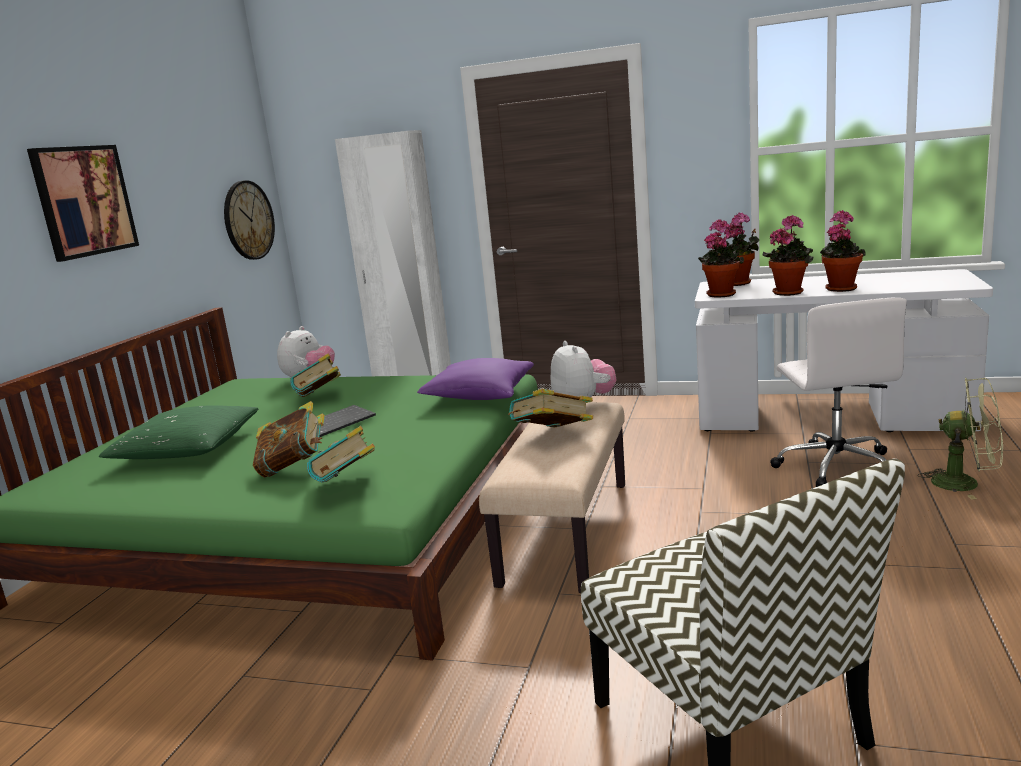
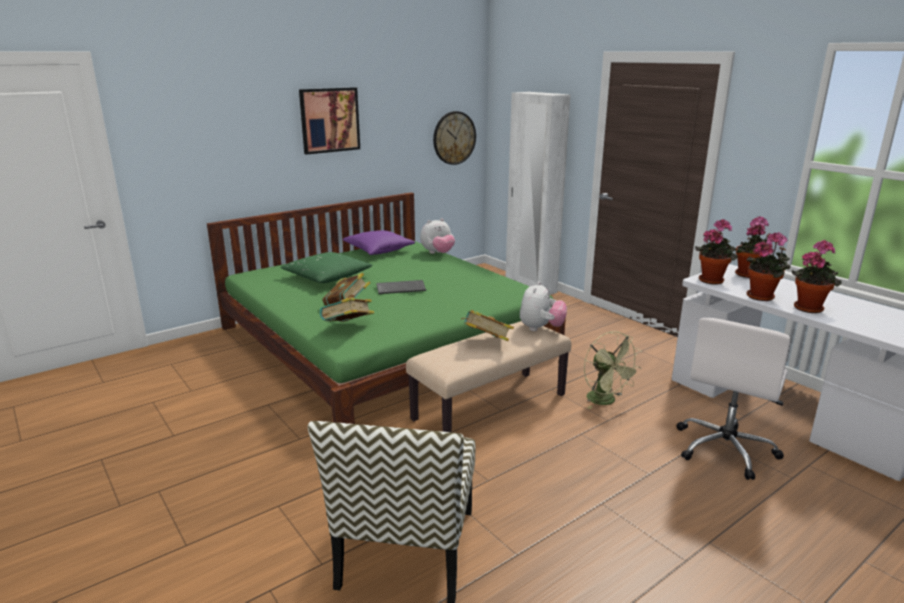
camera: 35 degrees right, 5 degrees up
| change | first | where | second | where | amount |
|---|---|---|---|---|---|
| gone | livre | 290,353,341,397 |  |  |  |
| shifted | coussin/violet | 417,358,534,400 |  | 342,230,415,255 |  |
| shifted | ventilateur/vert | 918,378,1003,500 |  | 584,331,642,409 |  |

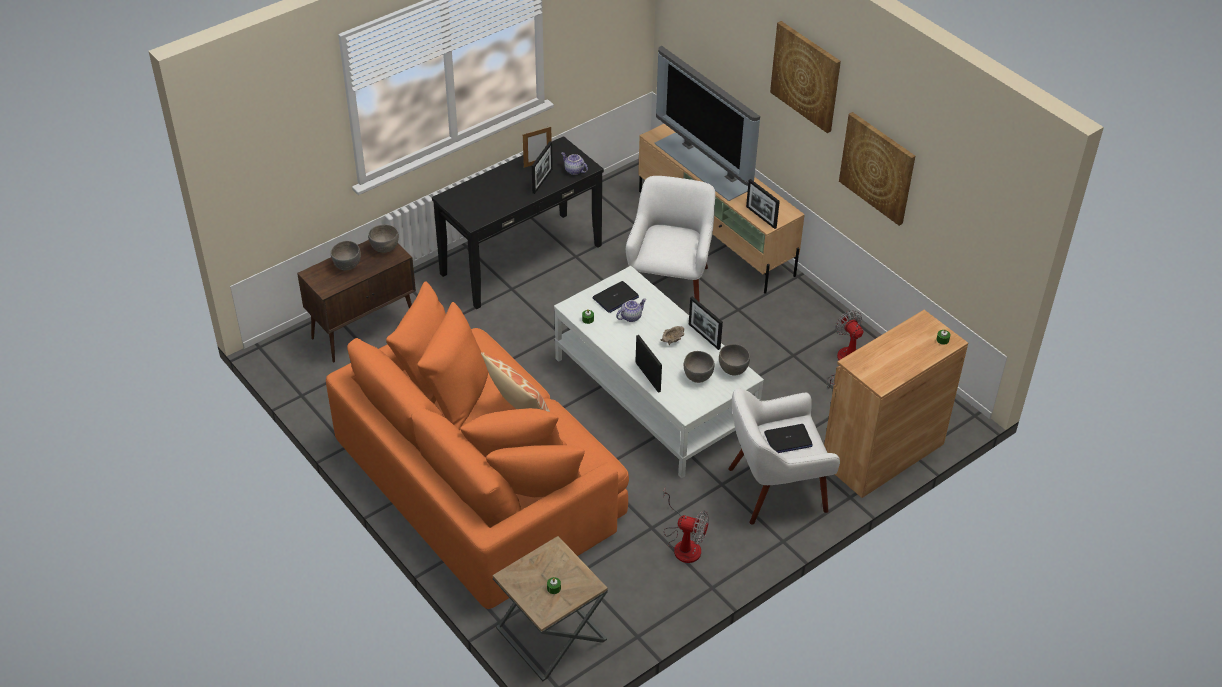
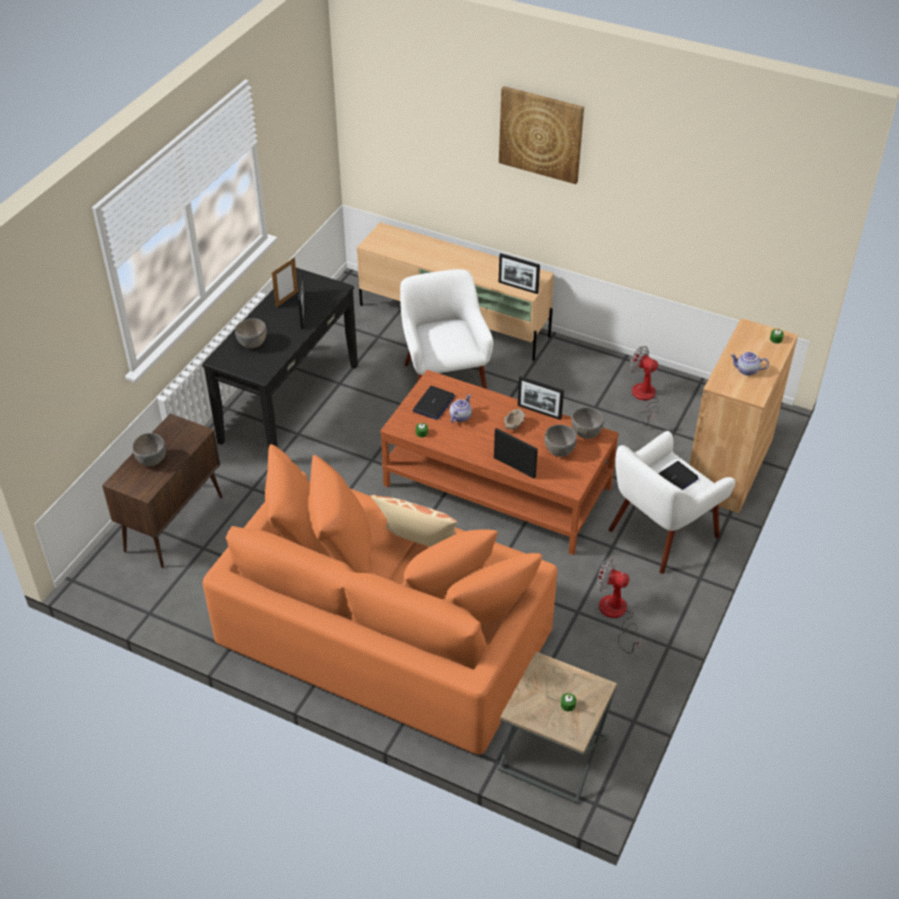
camera: 25 degrees left, 0 degrees up
| change | first | where | second | where | amount |
|---|---|---|---|---|---|
| shifted | bol/gris | 368,224,399,253 |  | 235,319,267,348 |  |
| repainted | table basse/blanc | 554,266,764,478 | table basse/marron | 380,370,619,555 |  |
| shifted | théière | 561,152,588,175 |  | 730,352,769,376 |  |
| gone | téléviseur | 654,46,760,201 |  |  |  |
| rotated | ventilateur | 663,486,709,563 |  | 597,558,642,654 | 150 degrees counterclockwise |
| gone | tableau | 839,112,915,226 |  |  |  |

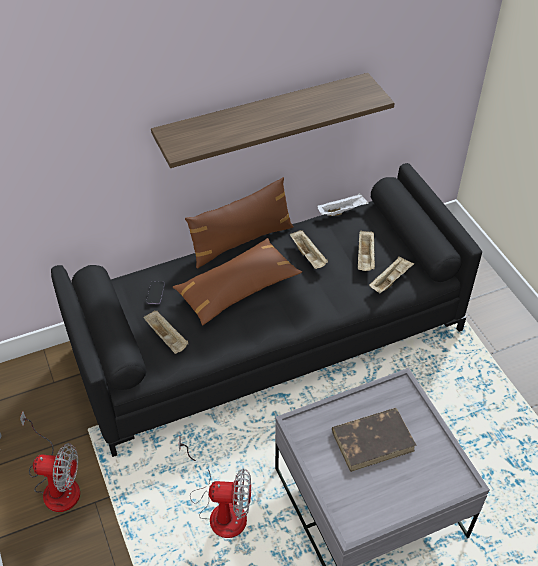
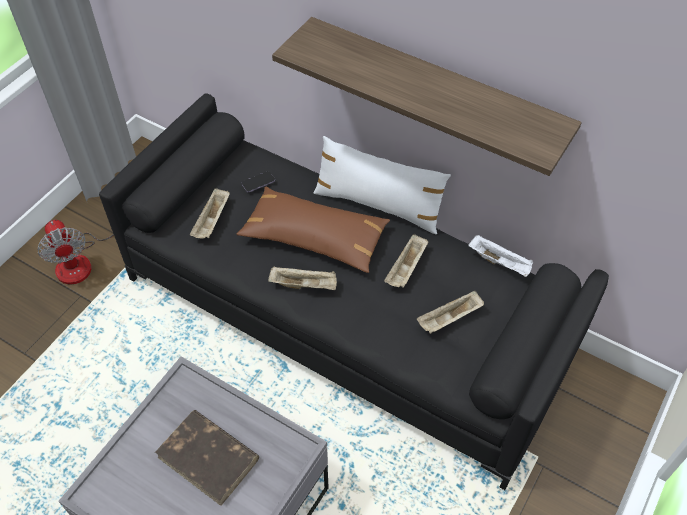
camera: 55 degrees right, 5 degrees up
| change | first | where | second | where | amount |
|---|---|---|---|---|---|
| gone | ventilateur | 178,437,251,538 |  |  |  |
| repainted | coussin/marron | 185,177,294,268 | coussin/blanc | 314,136,451,234 |  |
| shifted | plateau/beige | 369,256,414,293 |  | 268,266,337,290 |  |

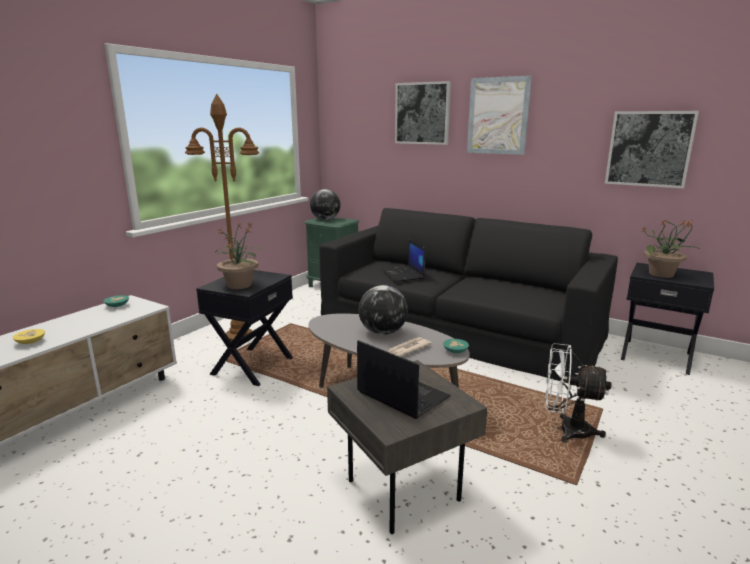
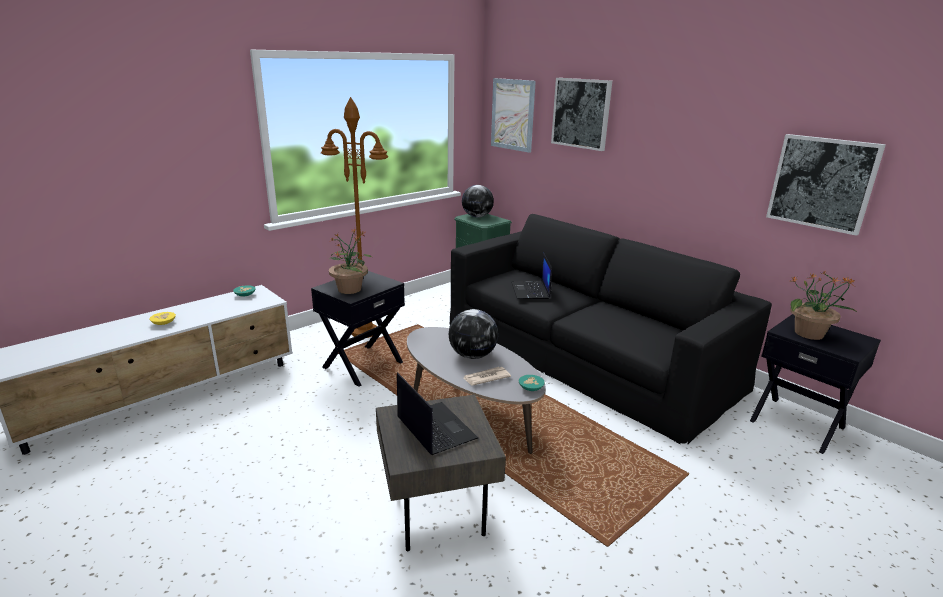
camera: 15 degrees right, 5 degrees up
| change | first | where | second | where | amount |
|---|---|---|---|---|---|
| shifted | tableau | 467,76,532,155 |  | 491,78,536,153 |  |
| gone | ventilateur/blanc | 545,343,612,443 |  |  |  |

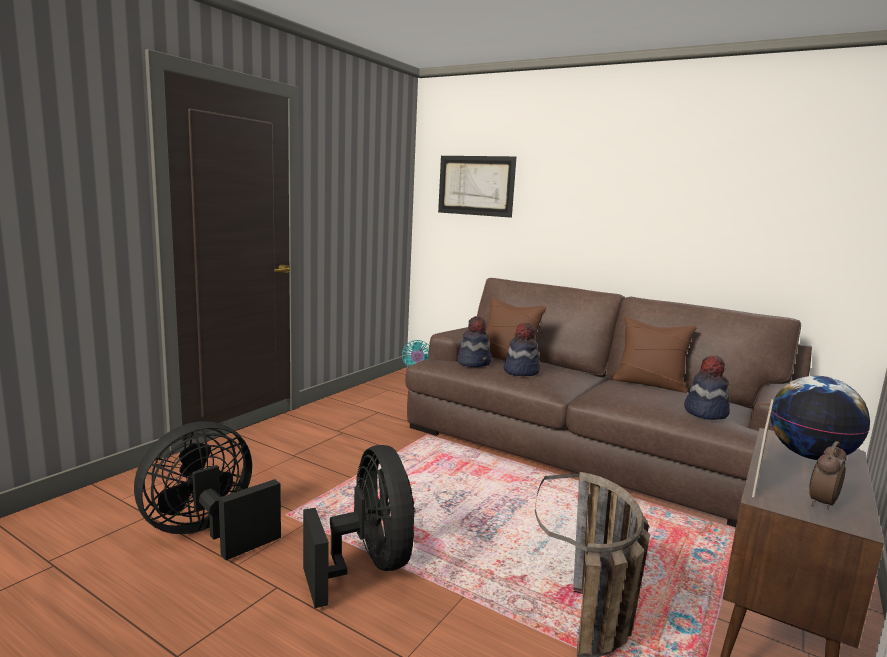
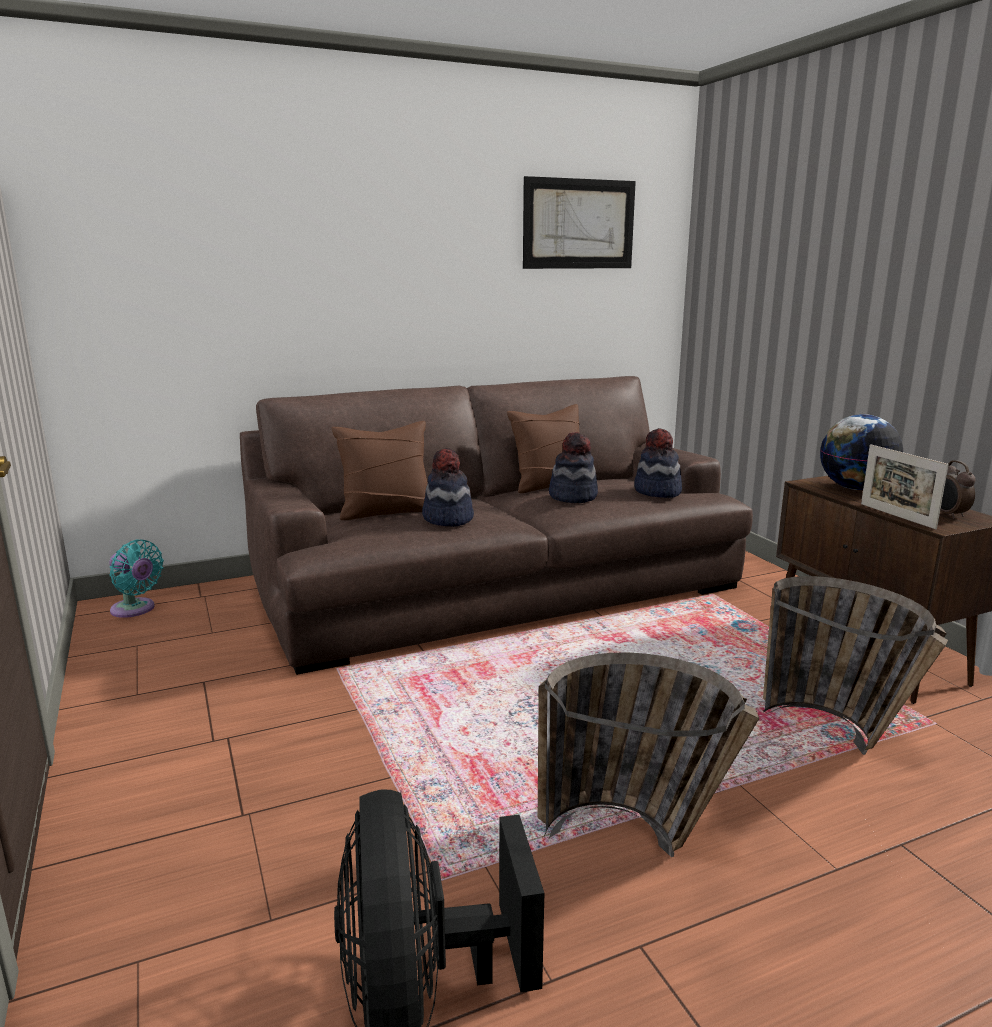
camera: 55 degrees left, 5 degrees up
| change | first | where | second | where | amount |
|---|---|---|---|---|---|
| swapped | ventilateur/noir | 303,445,415,608 | panier | 538,652,759,857 |  |
| shifted | tableau | 438,156,516,218 |  | 523,176,636,269 |  |
| shifted | chapeau | 457,316,492,367 |  | 549,432,598,503 |  |

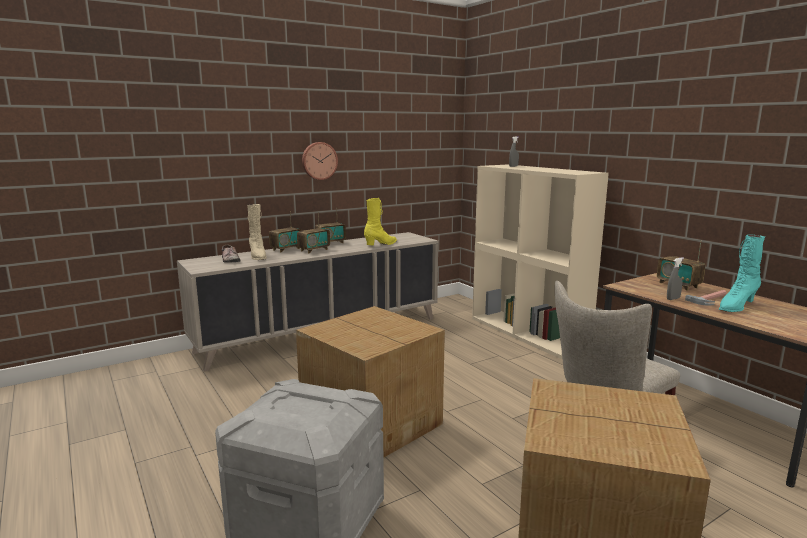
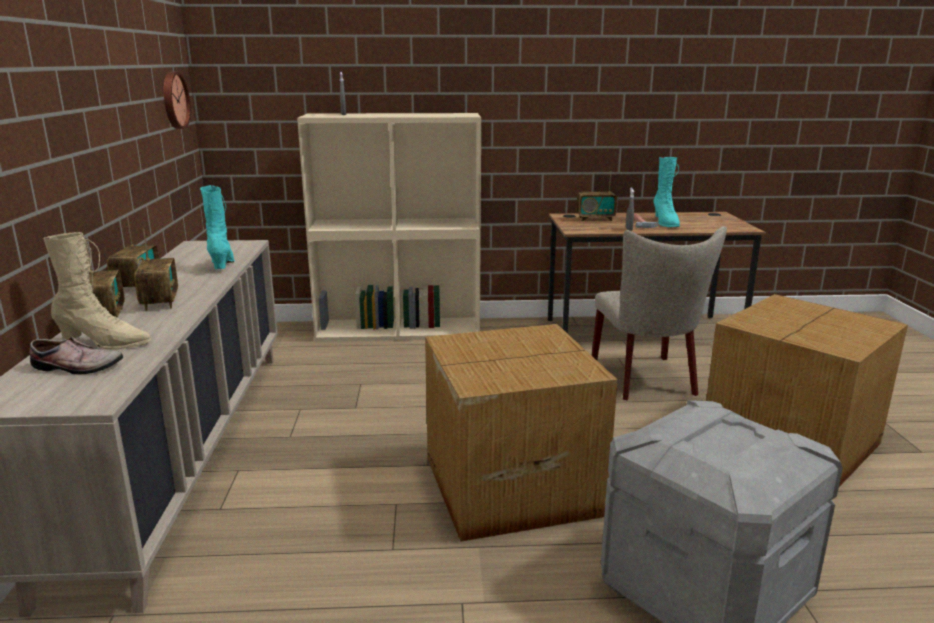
camera: 60 degrees left, 5 degrees up
| change | first | where | second | where | amount |
|---|---|---|---|---|---|
| shifted | horloge murale | 302,142,338,180 |  | 164,72,191,129 |  |
| repainted | botte/jaune | 364,198,397,245 | botte/turquoise | 200,185,235,269 |  |

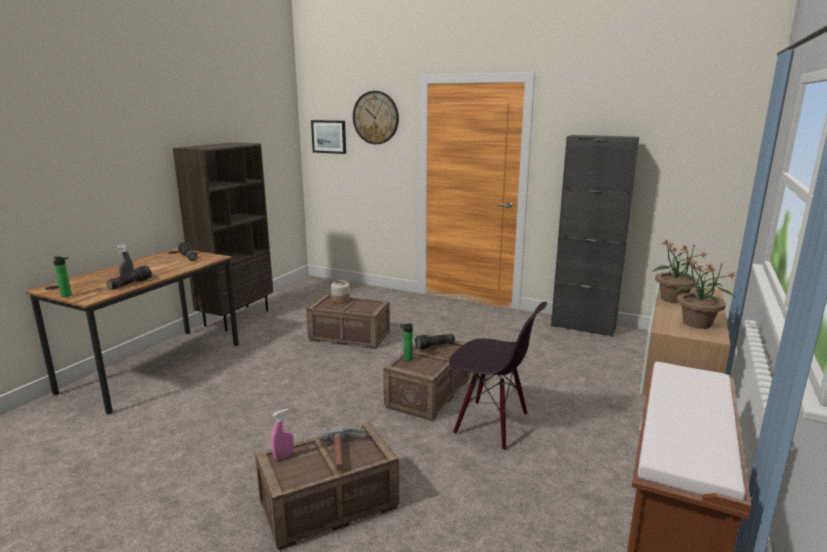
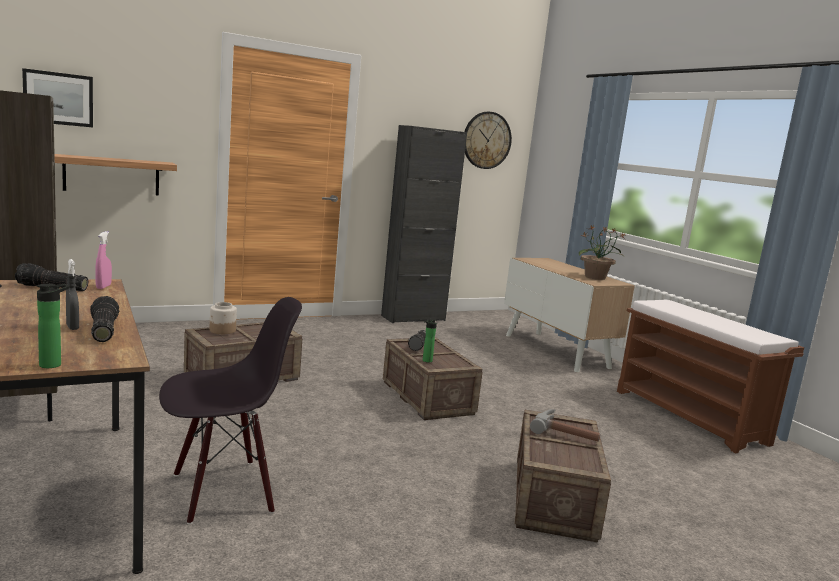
camera: 55 degrees left, 5 degrees down
| change | first | where | second | where | amount |
|---|---|---|---|---|---|
| shifted | vaporisateur/rose | 271,408,294,460 |  | 95,231,112,289 |  |
| shifted | horloge murale | 353,91,399,144 |  | 464,112,512,169 |  |
| shifted | chaise/noir | 449,301,547,451 |  | 159,297,302,524 |  |
| gone | plante en pot | 652,240,708,303 |  |  |  |
| new |  |  | étagère | 54,154,177,195 |  |

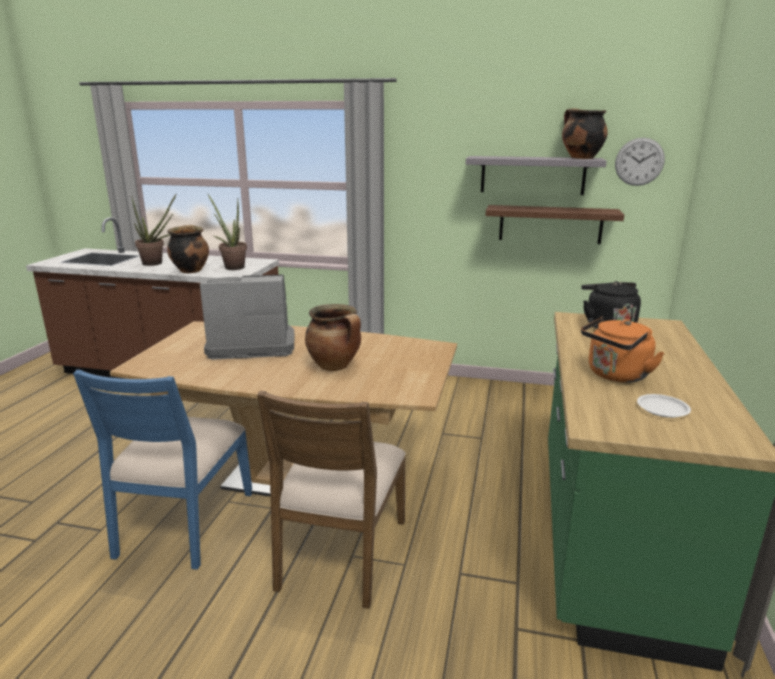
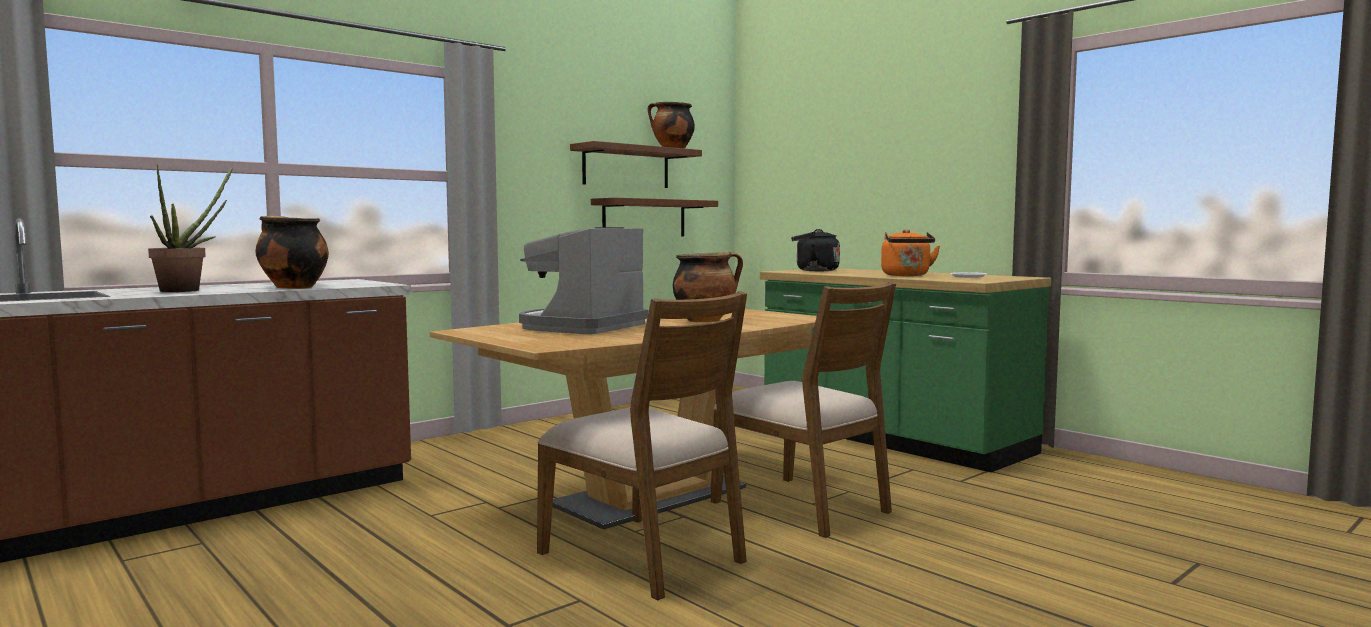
camera: 55 degrees left, 15 degrees down
| change | first | where | second | where | amount |
|---|---|---|---|---|---|
| repainted | chaise/bleu | 73,370,252,570 | chaise/marron | 537,291,747,600 |  |
| gone | plante en pot | 207,193,247,270 |  |  |  |
| repainted | étagère/gris | 466,156,607,195 | étagère/marron | 570,141,702,188 |  |
| gone | horloge murale | 615,138,665,186 |  |  |  |

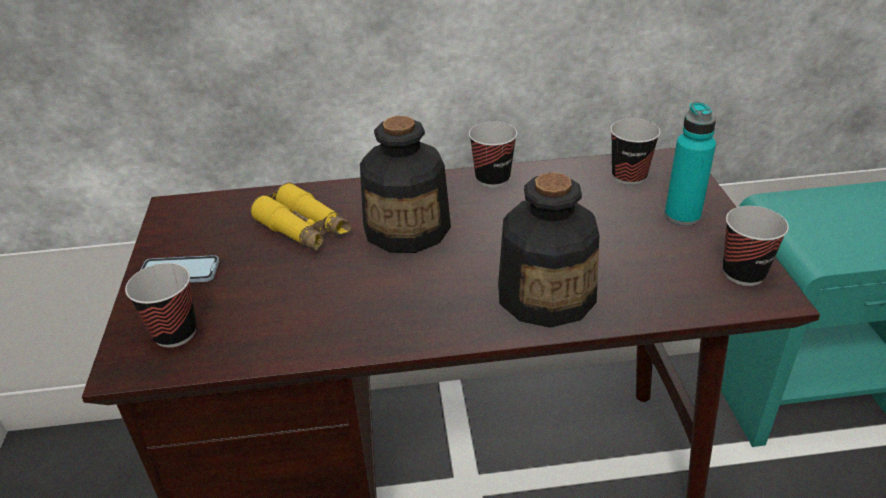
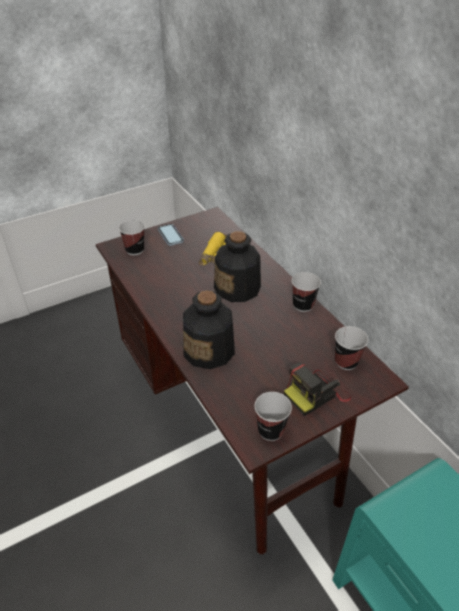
camera: 65 degrees right, 5 degrees up
| change | first | where | second | where | amount |
|---|---|---|---|---|---|
| swapped | bouteille/turquoise | 665,102,716,226 | appareil photo | 284,363,352,416 |  |

